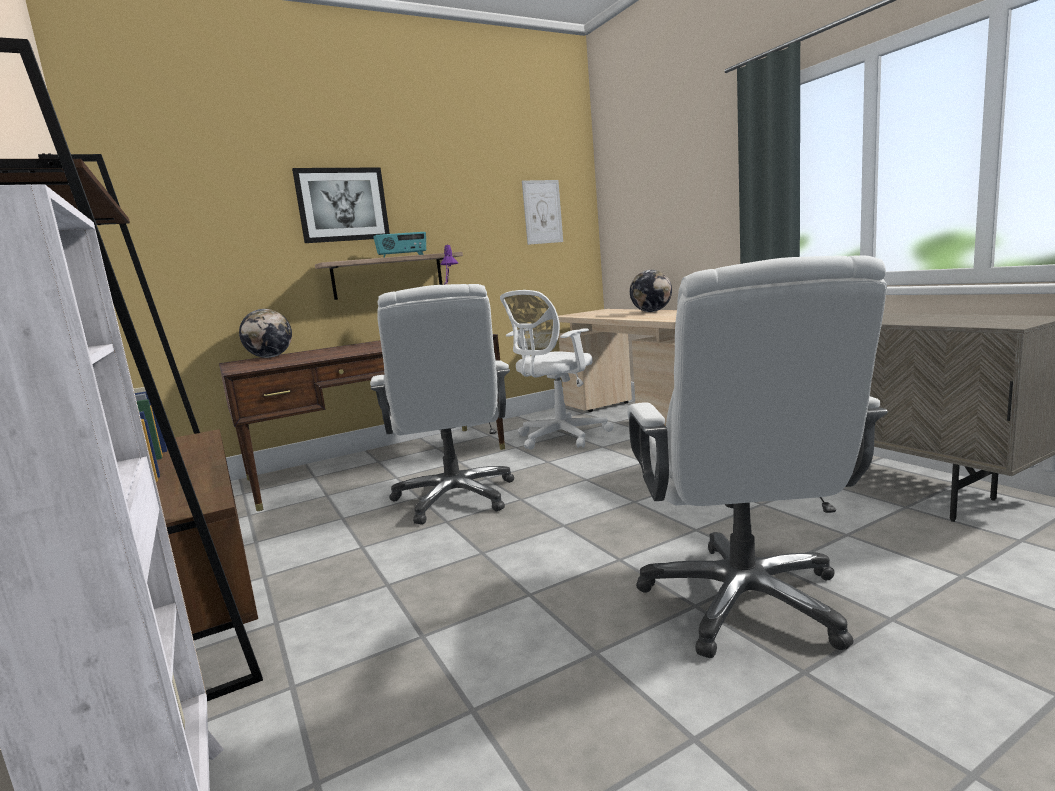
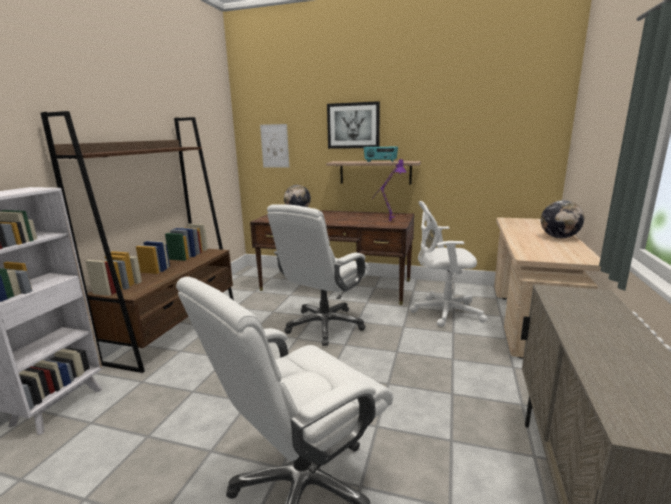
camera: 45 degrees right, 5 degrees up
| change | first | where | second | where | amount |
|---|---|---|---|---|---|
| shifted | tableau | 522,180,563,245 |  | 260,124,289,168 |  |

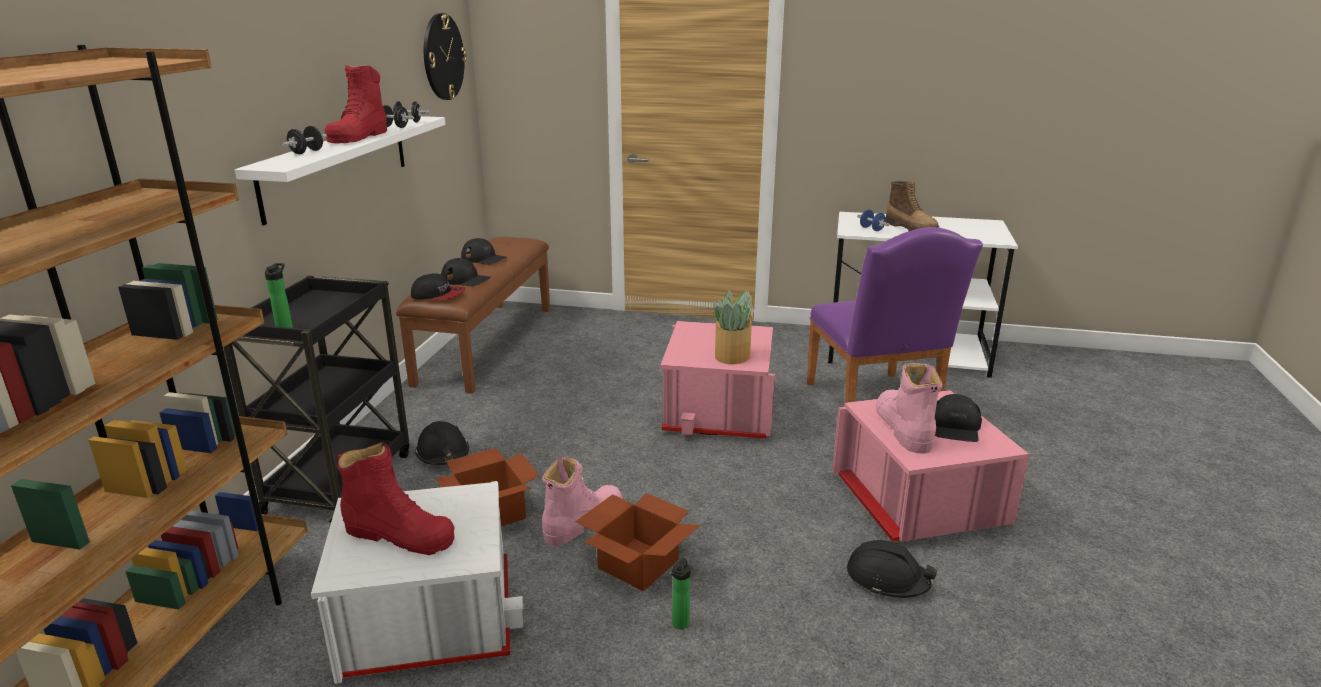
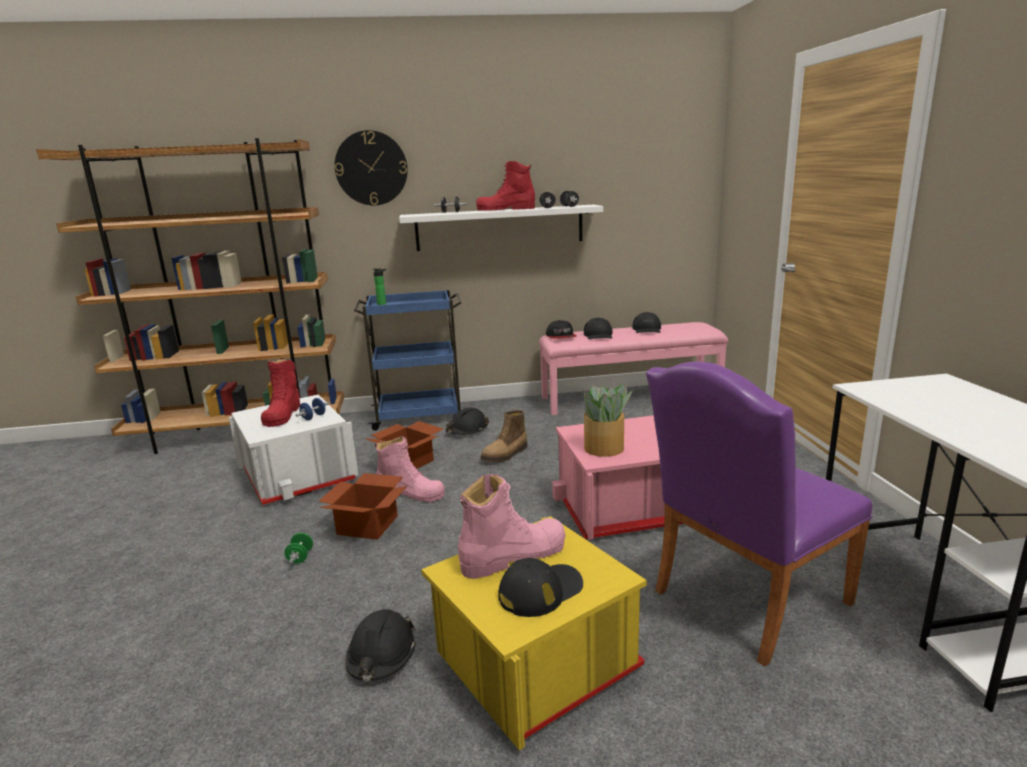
camera: 70 degrees right, 5 degrees down
| change | first | where | second | where | amount |
|---|---|---|---|---|---|
| repainted | chariot/noir | 223,276,410,523 | chariot/bleu | 354,290,461,431 |  |
| repainted | banc/marron | 396,237,550,394 | banc/rose | 539,322,728,415 |  |
| shifted | horloge murale | 424,13,467,100 |  | 335,130,408,206 |  |
| swapped | bouteille | 671,558,690,629 | haltère/vert | 284,533,313,564 |  |
| repainted | boîte de rangement/rose | 832,390,1030,542 | boîte de rangement/jaune | 421,516,647,751 |  |
| shifted | haltère/bleu | 857,210,890,231 |  | 296,398,329,420 |  |
| shifted | botte | 886,181,939,231 |  | 480,410,528,462 |  |
| rotated | casquette/noir | 935,394,982,442 |  | 499,558,583,617 | 150 degrees clockwise |

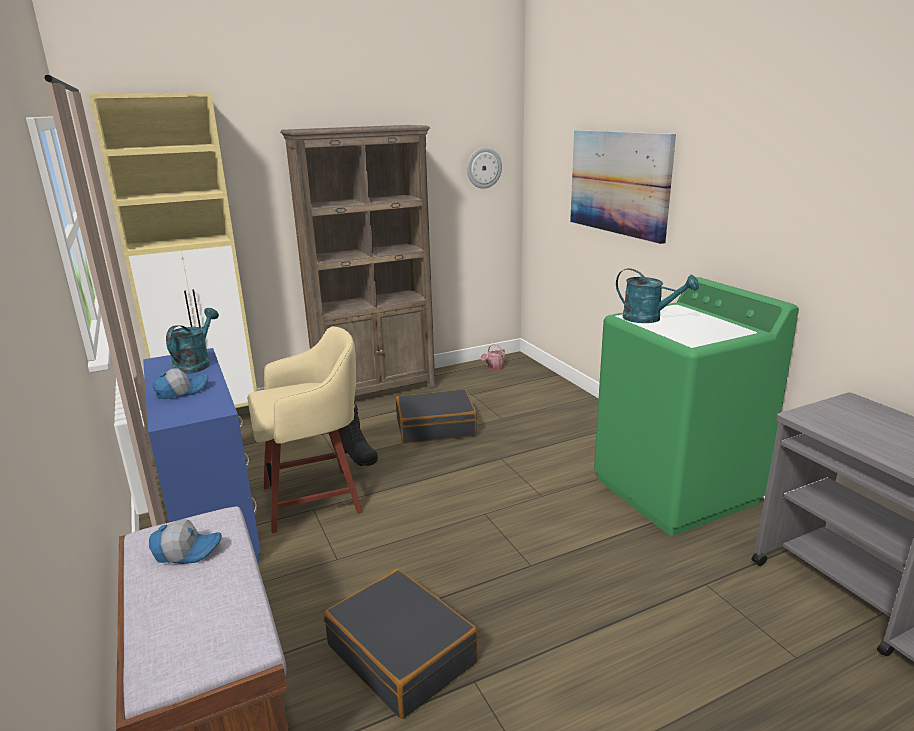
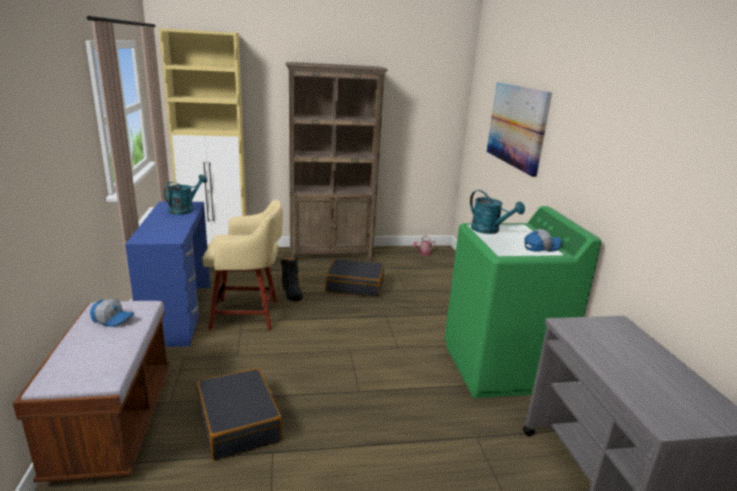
camera: 15 degrees right, 0 degrees up
| change | first | where | second | where | amount |
|---|---|---|---|---|---|
| shifted | casquette | 153,368,208,399 |  | 525,229,562,252 |  |
| gone | horloge murale | 467,147,502,189 |  |  |  |

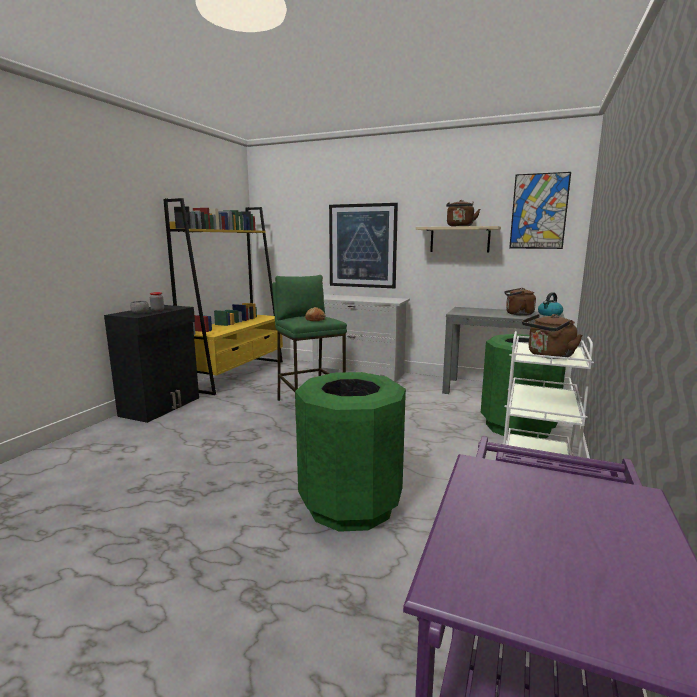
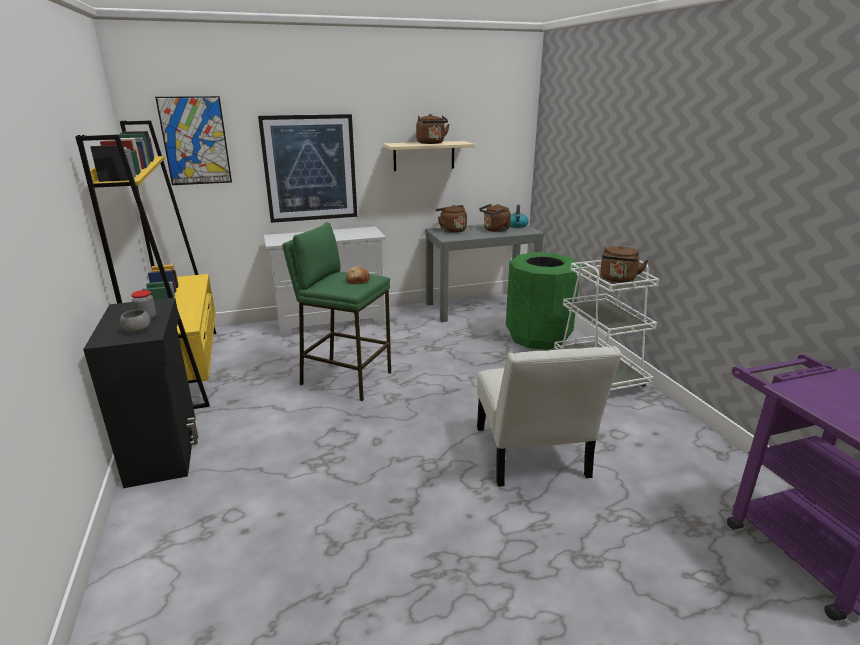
camera: 40 degrees left, 10 degrees up
| change | first | where | second | where | amount |
|---|---|---|---|---|---|
| swapped | poubelle/vert | 295,372,406,532 | chaise/blanc | 477,346,622,487 |  |
| shifted | tableau | 509,172,571,249 |  | 155,96,232,185 |  |
| new |  |  | bouilloire/marron | 436,205,467,233 |  |

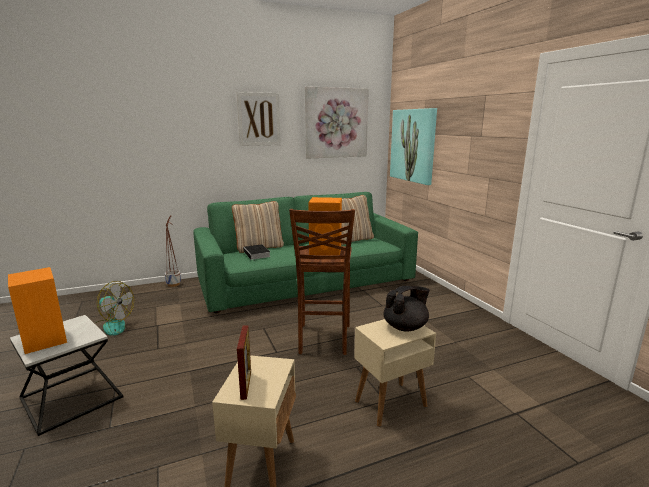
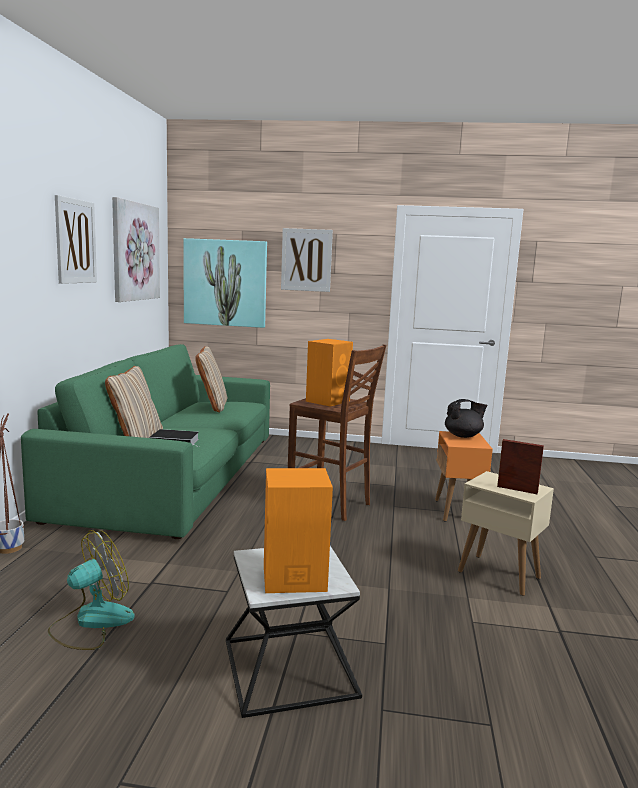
camera: 60 degrees left, 5 degrees down
| change | first | where | second | where | amount |
|---|---|---|---|---|---|
| repainted | table d'appoint/beige | 354,319,436,427 | table d'appoint/orange | 435,431,493,522 |  |
| rotated | théière/noir | 384,286,430,332 |  | 445,399,487,438 | 75 degrees clockwise |
| new |  |  | tableau | 281,228,333,292 |  |

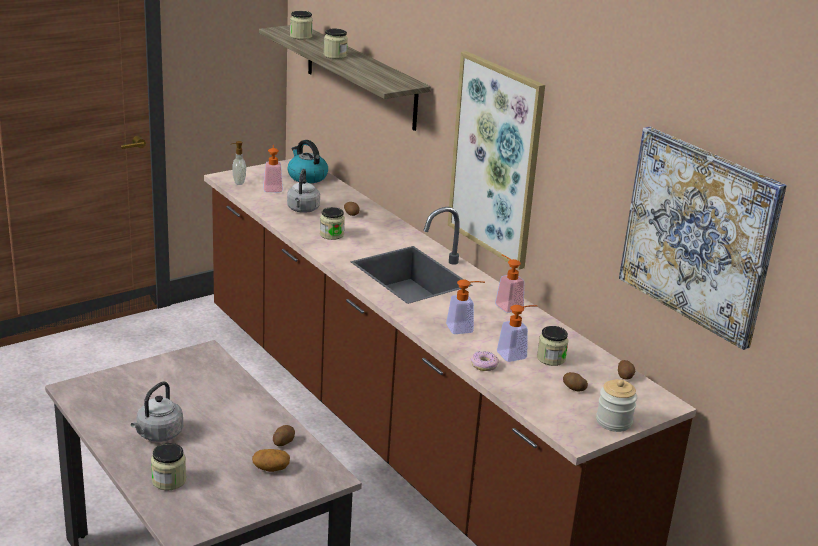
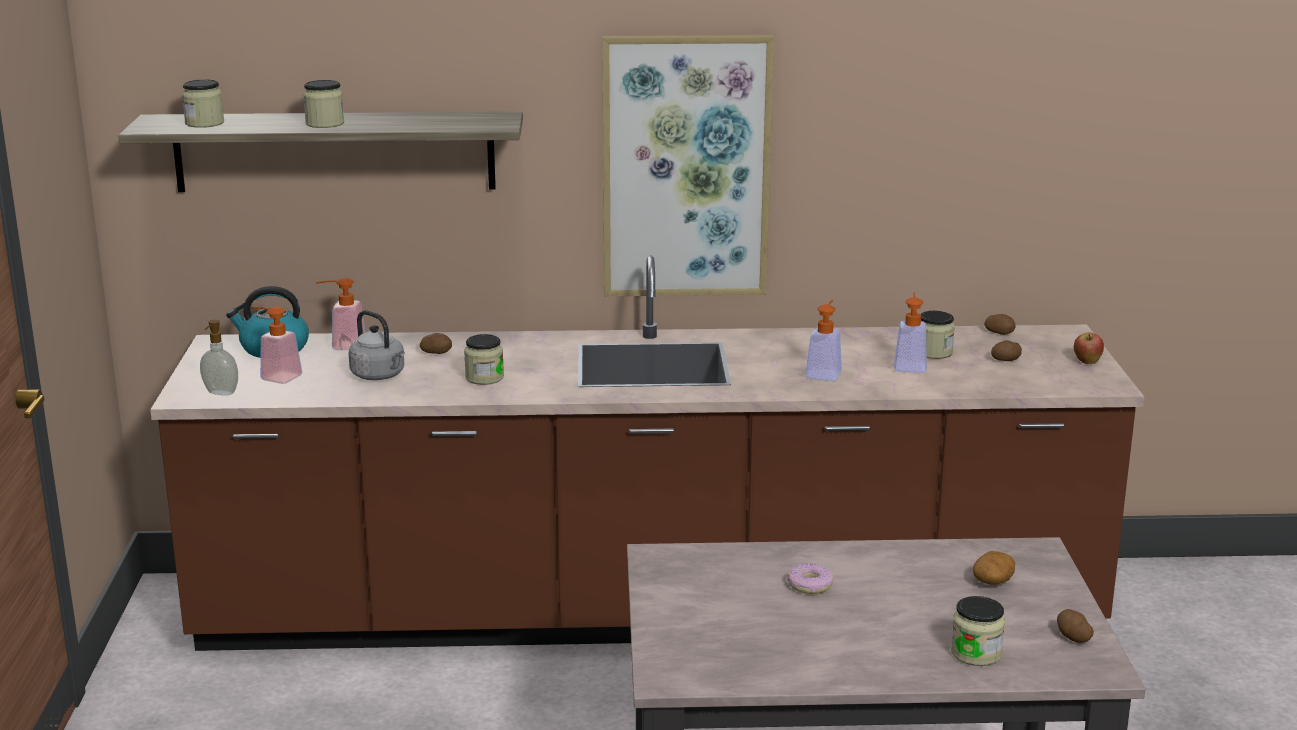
camera: 55 degrees left, 5 degrees down
| change | first | where | second | where | amount |
|---|---|---|---|---|---|
| gone | bouilloire/gris | 131,381,183,442 |  |  |  |
| shifted | pomme de terre | 273,425,295,446 |  | 1057,609,1094,643 |  |
| shifted | beignet | 471,351,499,371 |  | 787,564,834,594 |  |
| shifted | distributeur de savon | 495,255,524,313 |  | 316,278,366,350 |  |
| swapped | bocal | 596,379,637,432 | pomme | 1074,333,1104,364 |  |
| gone | tableau | 619,127,787,350 |  |  |  |

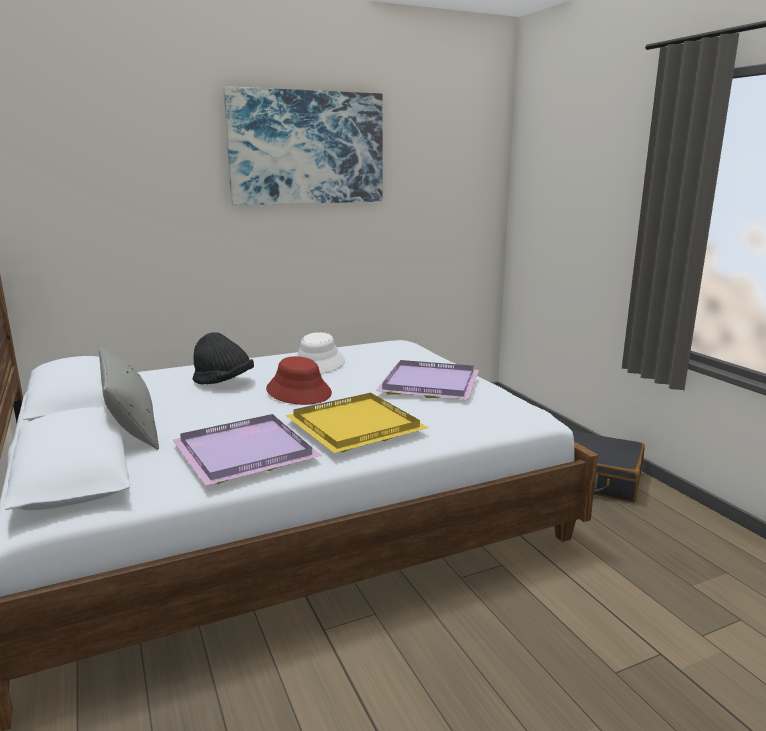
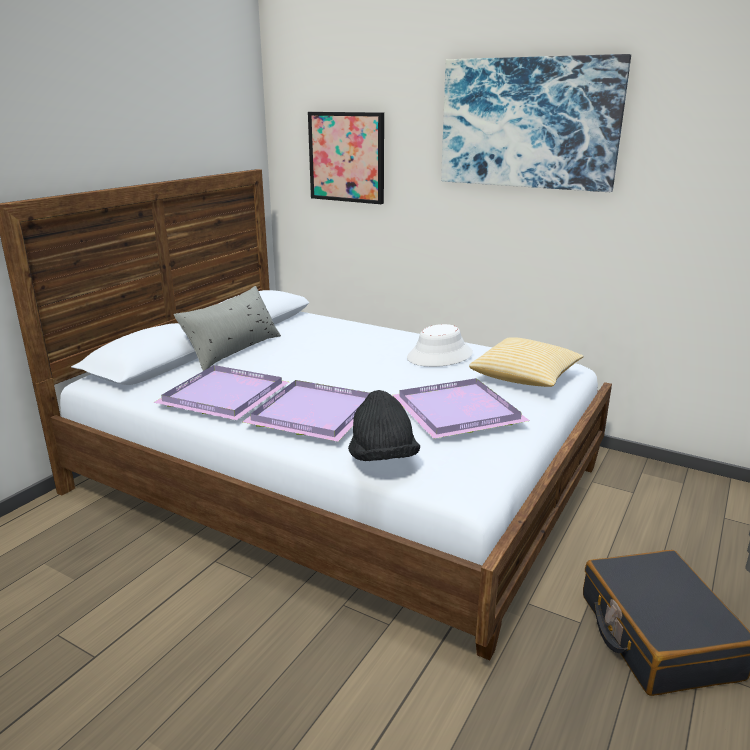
camera: 55 degrees right, 5 degrees up
| change | first | where | second | where | amount |
|---|---|---|---|---|---|
| shifted | chapeau/noir | 193,332,254,384 |  | 348,390,420,461 |  |
| gone | chapeau/rouge | 266,356,332,405 |  |  |  |
| repainted | plateau/jaune | 285,393,428,453 | plateau/violet | 243,380,370,442 |  |
| new |  |  | tableau | 308,112,384,204 |  |
| new |  |  | coussin | 469,337,584,387 |  |

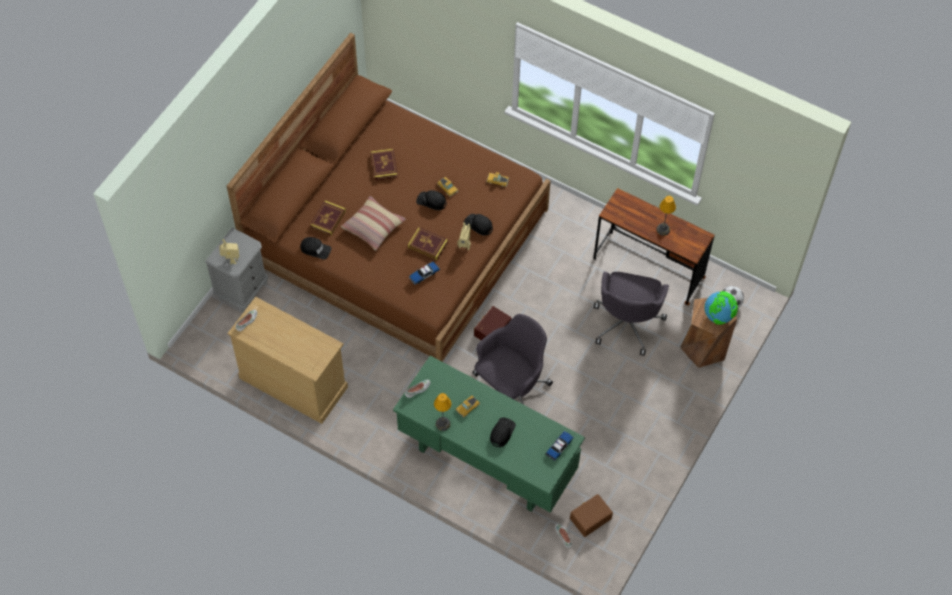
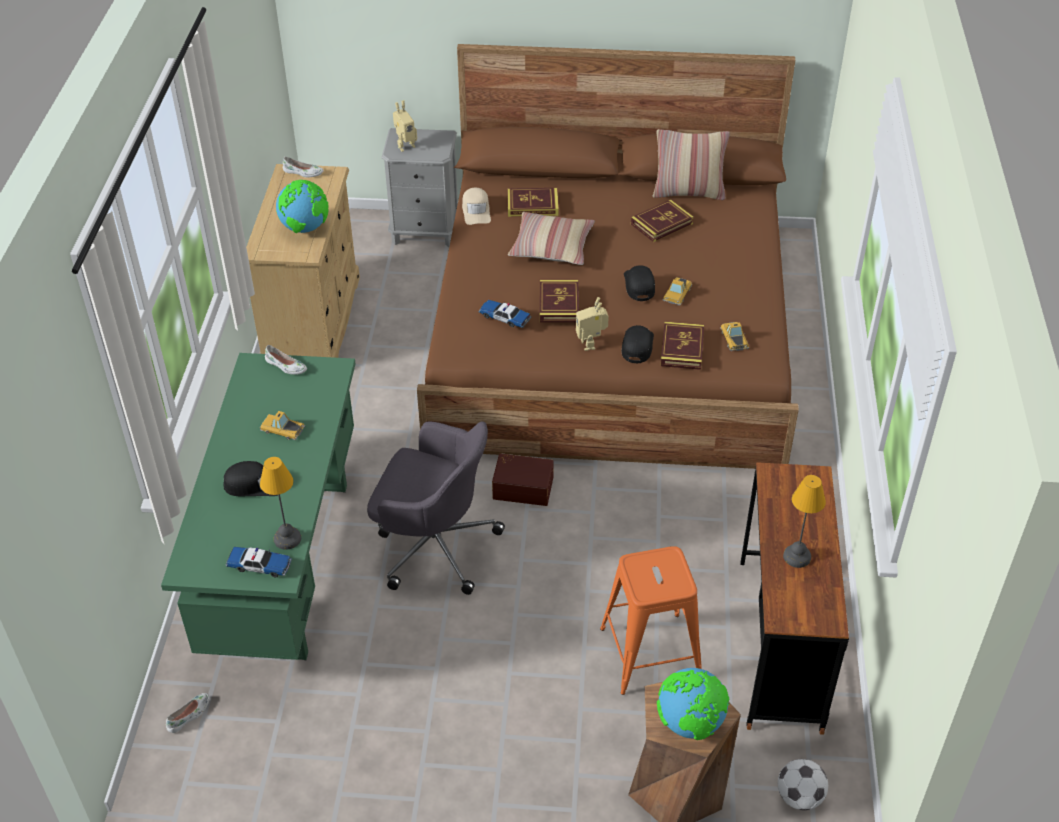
camera: 65 degrees right, 15 degrees down
| change | first | where | second | where | amount |
|---|---|---|---|---|---|
| repainted | casquette/noir | 300,237,331,260 | casquette/beige | 462,188,491,225 |  |
| shifted | lampe de table | 434,393,451,431 |  | 260,457,301,550 |  |
| gone | boîte de rangement/marron | 570,494,613,537 |  |  |  |
| swapped | chaise de bureau/gris | 594,272,669,356 | tabouret/orange | 600,546,702,695 |  |
| new |  |  | globe | 276,180,328,233 |  |
| new |  |  | coussin | 653,129,730,200 |  |
| new |  |  | livre | 661,322,704,370 |  |

